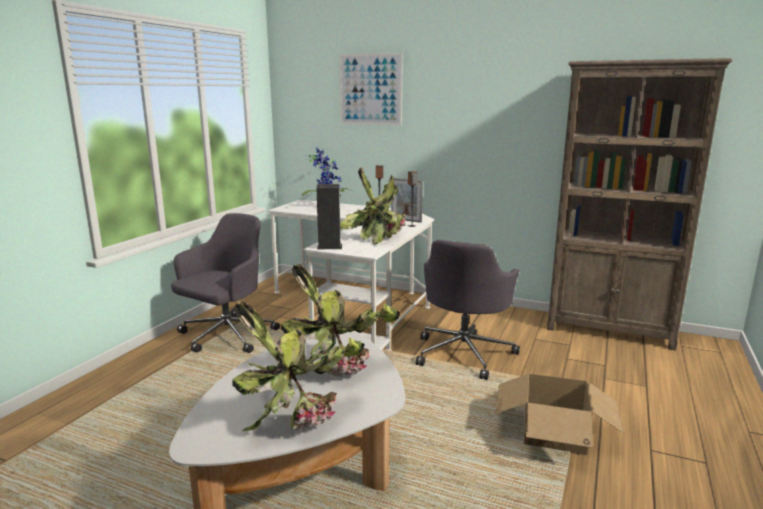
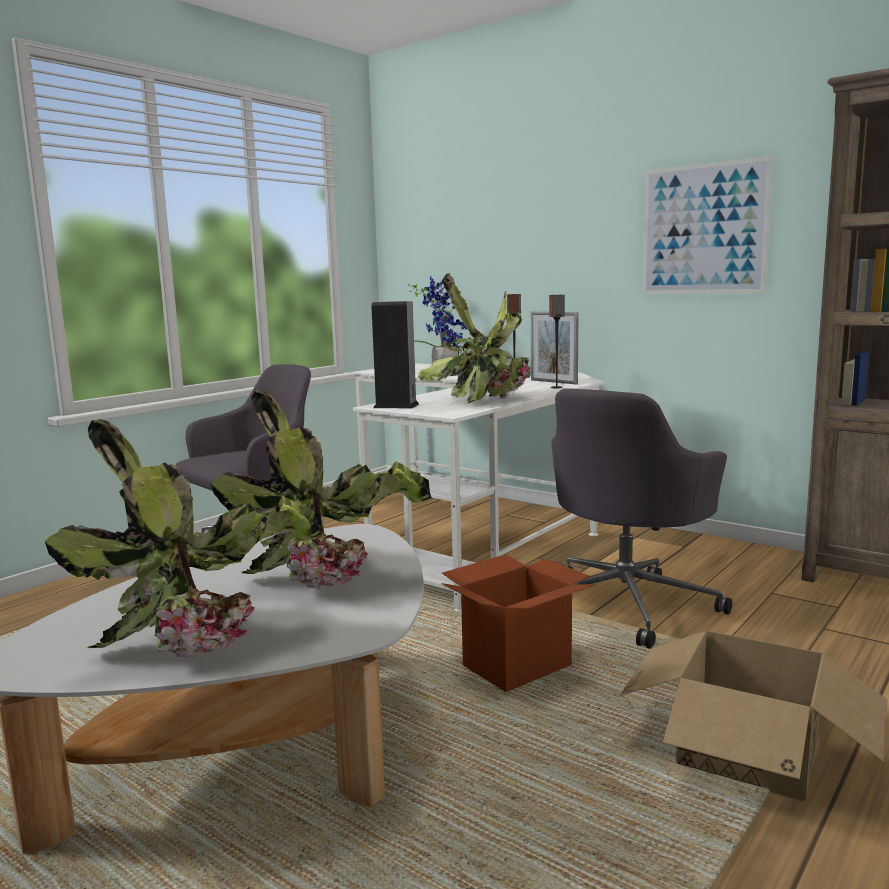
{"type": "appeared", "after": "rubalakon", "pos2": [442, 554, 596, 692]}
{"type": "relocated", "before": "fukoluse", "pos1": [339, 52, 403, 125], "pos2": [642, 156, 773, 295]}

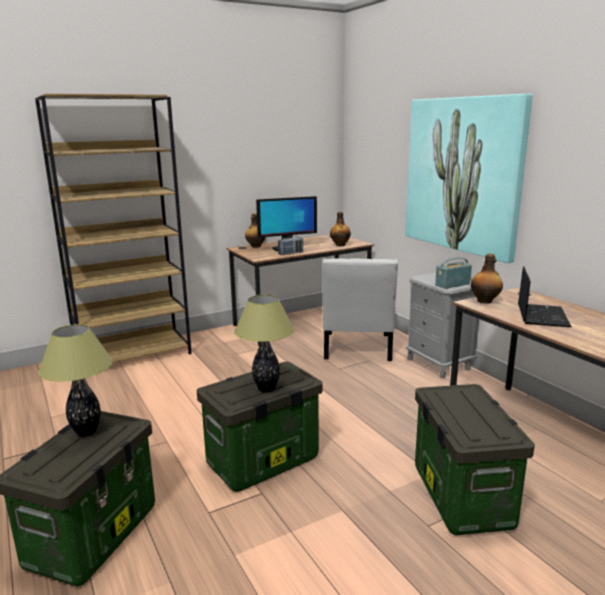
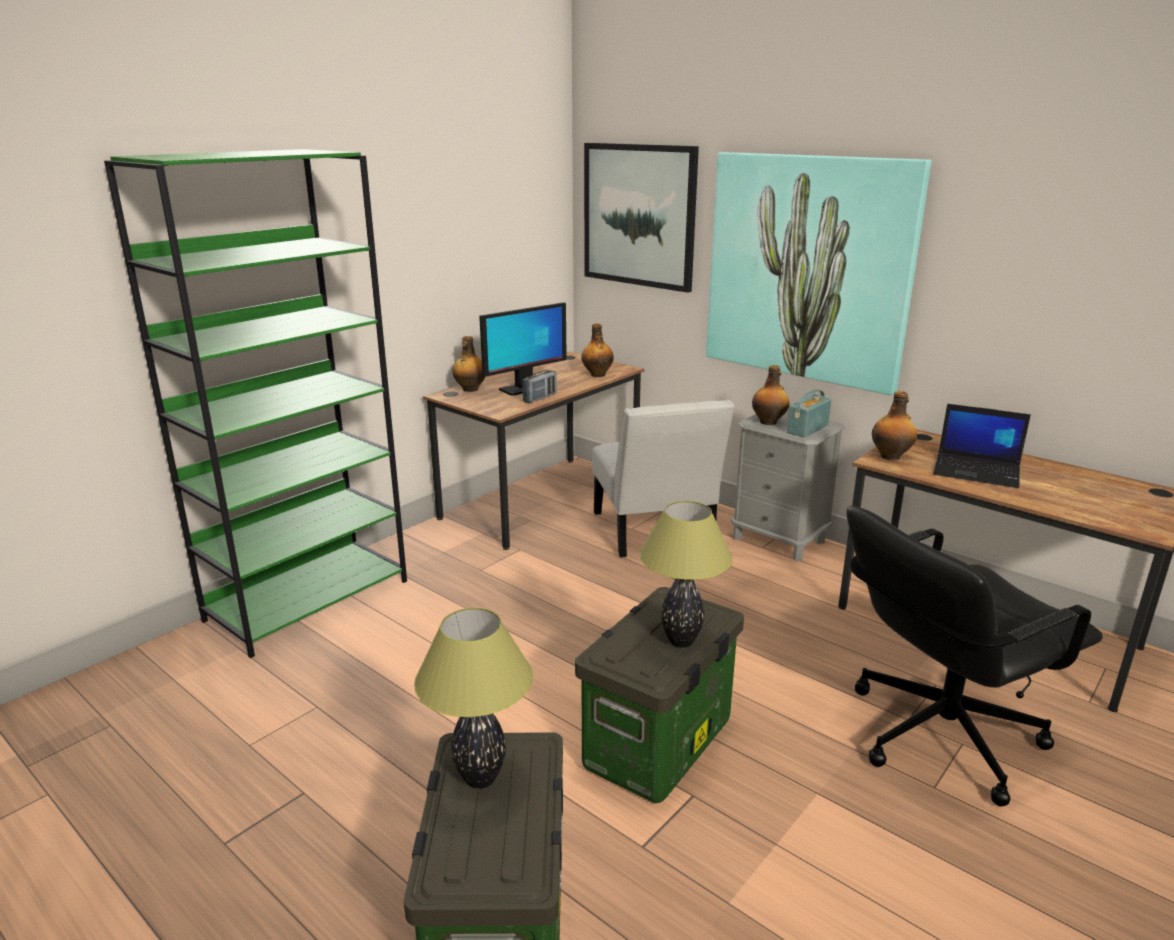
{"type": "colour", "before": "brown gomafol", "after": "green gomafol", "pos1": [35, 94, 192, 363], "pos2": [104, 149, 407, 658]}
{"type": "appeared", "after": "fukoluse", "pos2": [584, 143, 699, 293]}
{"type": "appeared", "after": "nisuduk", "pos2": [752, 365, 789, 425]}
{"type": "exchanged", "before": "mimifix", "after": "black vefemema", "pos1": [415, 384, 535, 535], "pos2": [847, 506, 1103, 806]}
{"type": "spun", "before": "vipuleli", "pos1": [518, 266, 572, 327], "pos2": [933, 404, 1031, 488], "turn": 120}

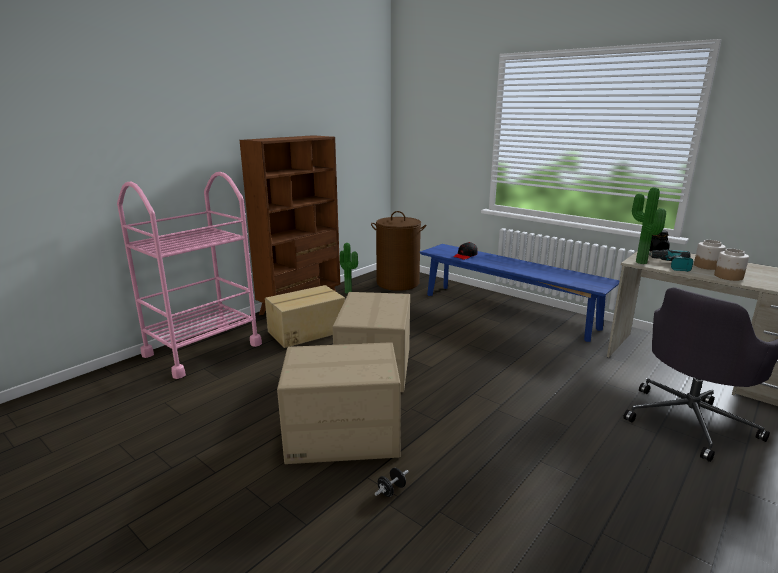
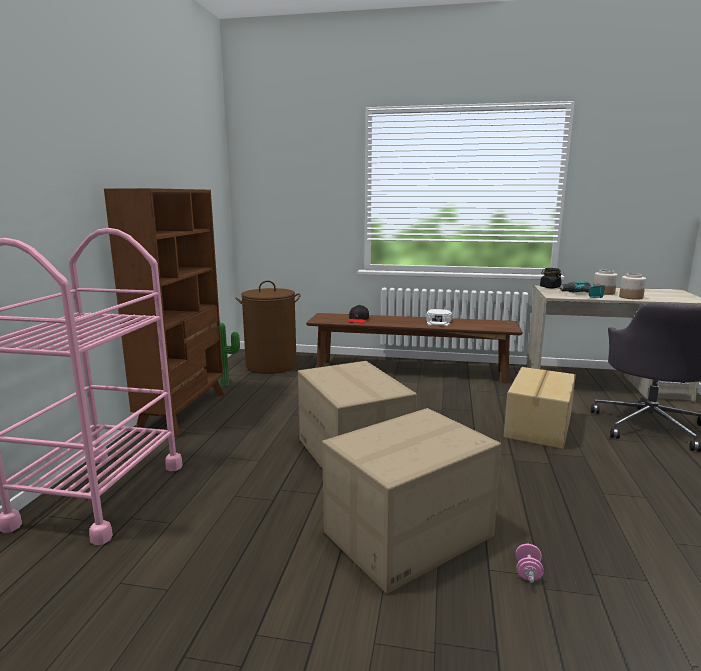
{"type": "colour", "before": "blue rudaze", "after": "brown rudaze", "pos1": [420, 244, 620, 342], "pos2": [306, 313, 523, 383]}
{"type": "appeared", "after": "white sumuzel", "pos2": [426, 309, 452, 326]}
{"type": "relocated", "before": "rubalakon", "pos1": [265, 285, 345, 348], "pos2": [504, 367, 576, 449]}
{"type": "colour", "before": "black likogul", "after": "pink likogul", "pos1": [375, 468, 408, 497], "pos2": [515, 543, 544, 583]}
{"type": "missing", "before": "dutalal", "pos1": [632, 187, 666, 264]}

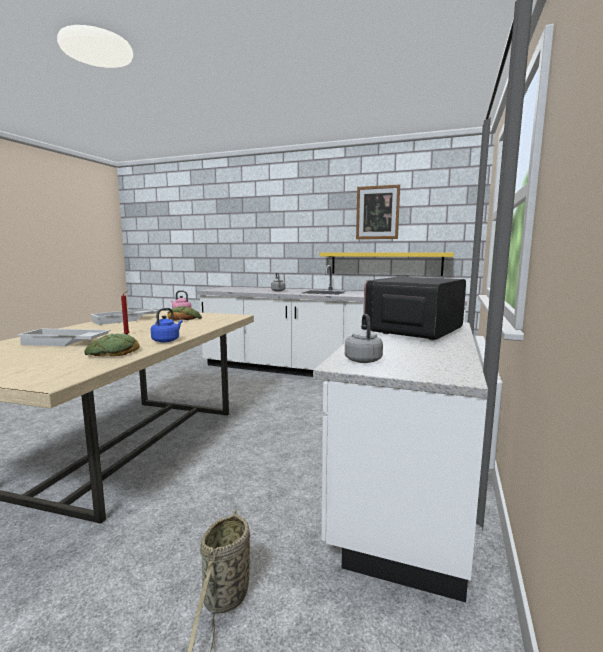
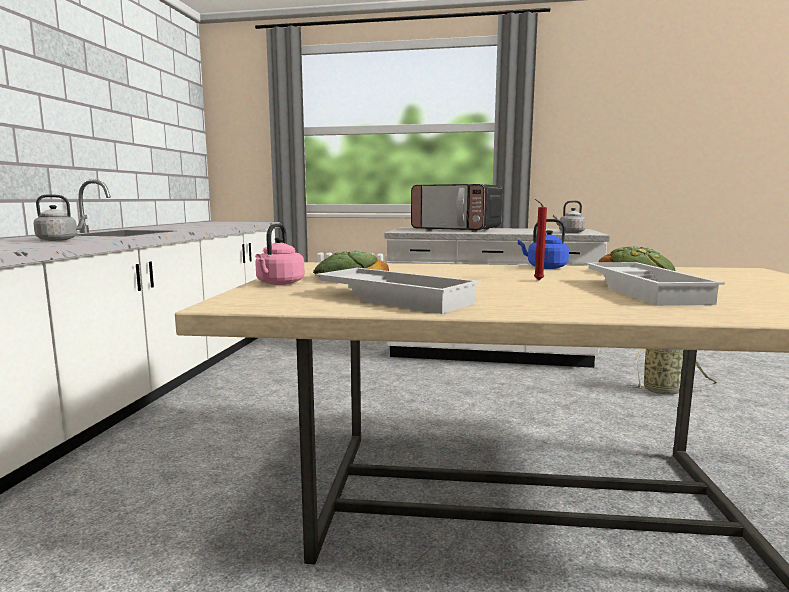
{"type": "missing", "before": "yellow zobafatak", "pos1": [320, 252, 454, 276]}
{"type": "missing", "before": "fukoluse", "pos1": [356, 185, 400, 239]}

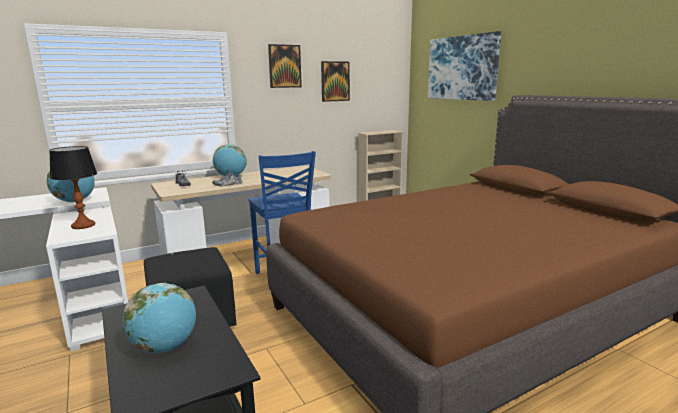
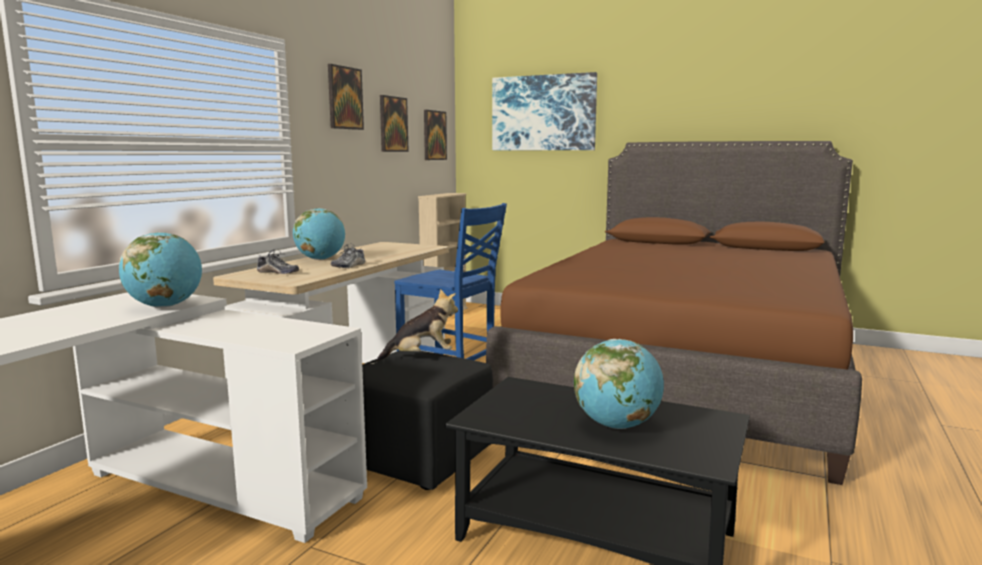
{"type": "appeared", "after": "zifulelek", "pos2": [376, 289, 458, 362]}
{"type": "appeared", "after": "fukoluse", "pos2": [424, 110, 447, 160]}
{"type": "missing", "before": "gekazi", "pos1": [49, 146, 97, 229]}

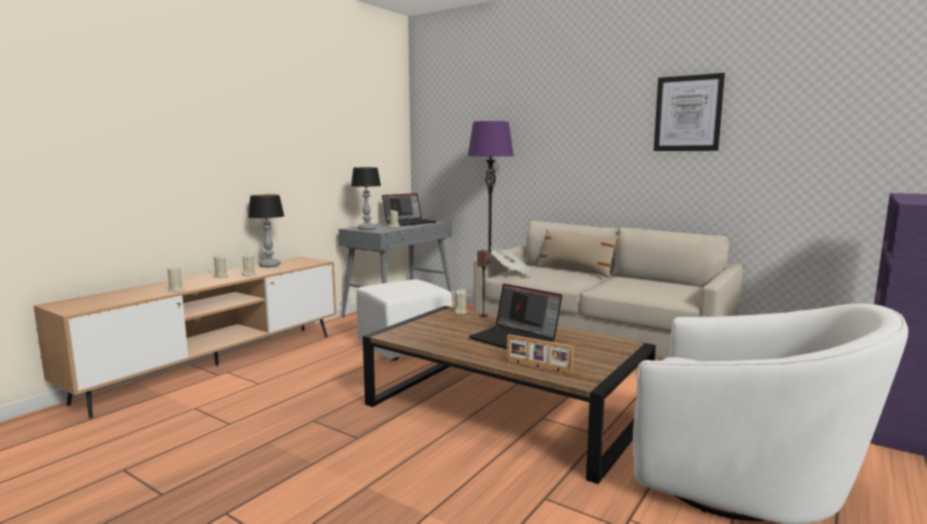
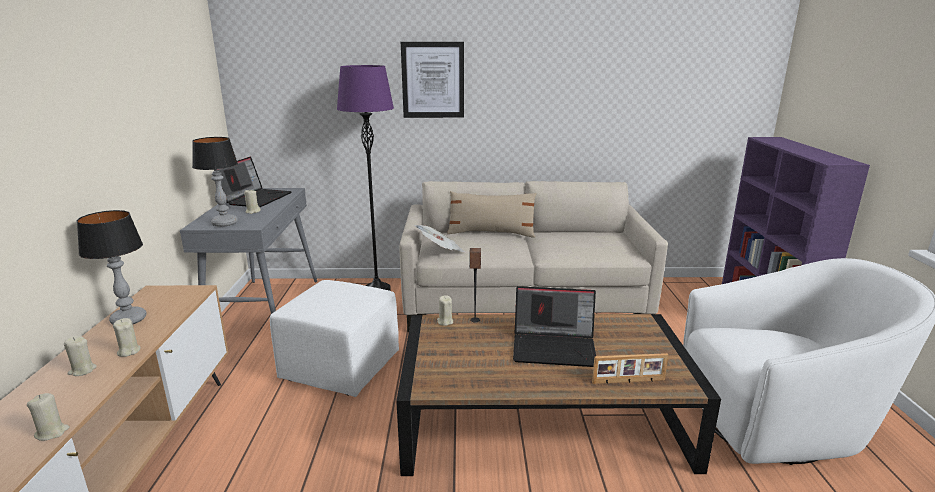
{"type": "relocated", "before": "fukoluse", "pos1": [654, 73, 725, 151], "pos2": [401, 42, 464, 118]}

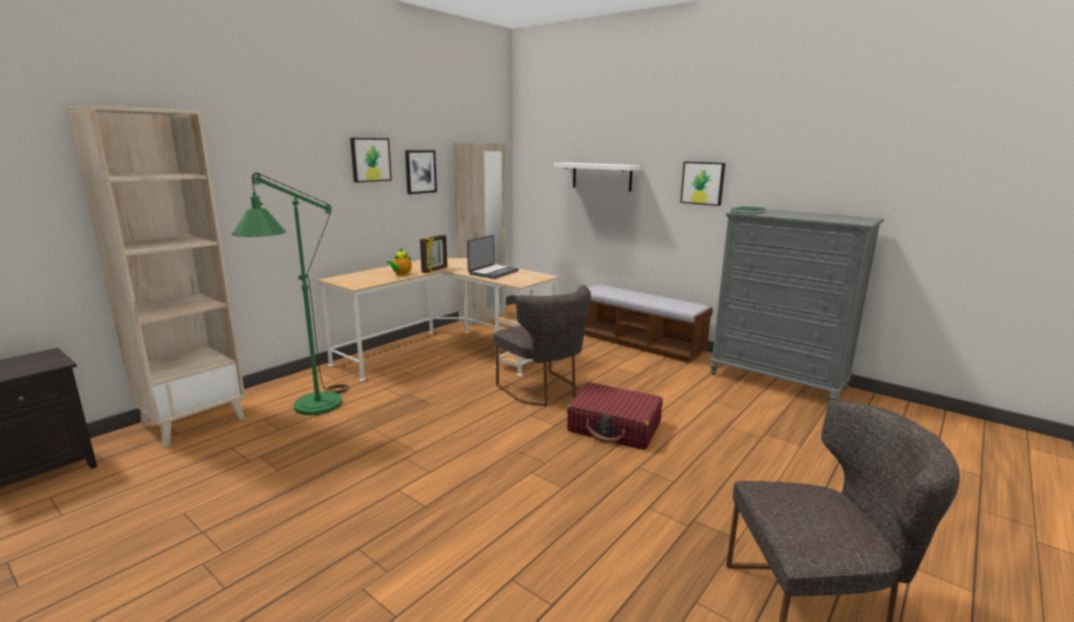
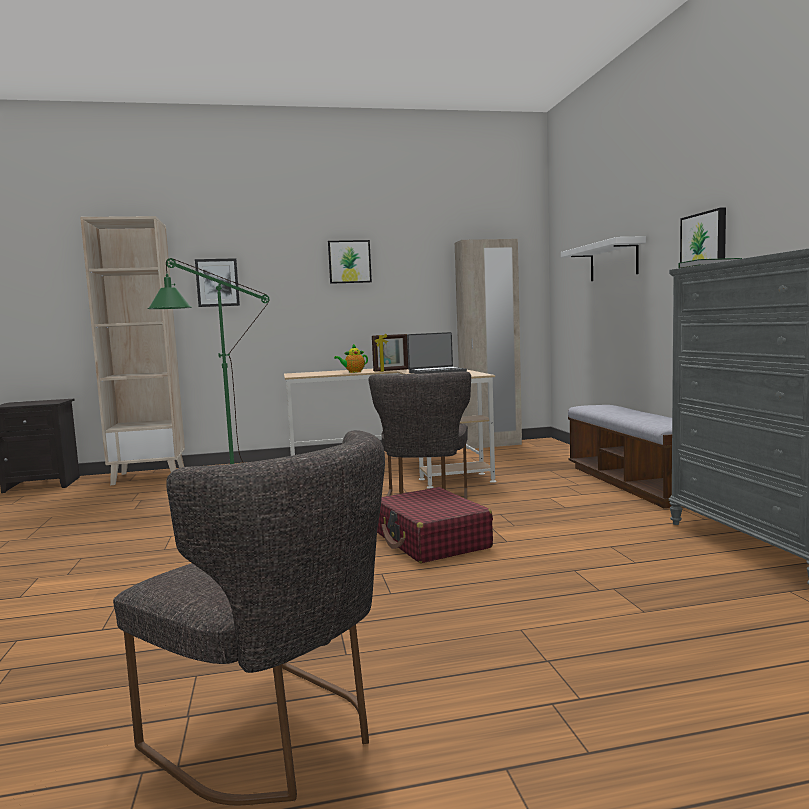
{"type": "relocated", "before": "fukoluse", "pos1": [405, 150, 437, 194], "pos2": [195, 258, 240, 307]}

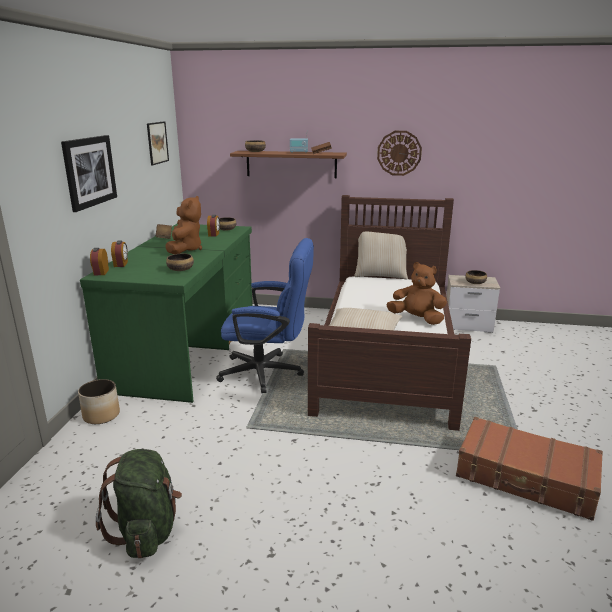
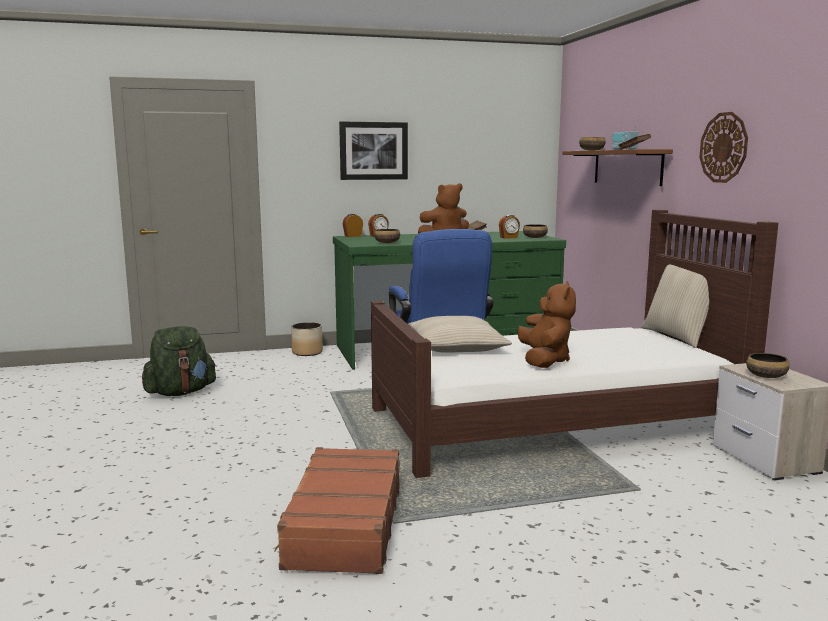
{"type": "missing", "before": "fukoluse", "pos1": [147, 122, 169, 166]}

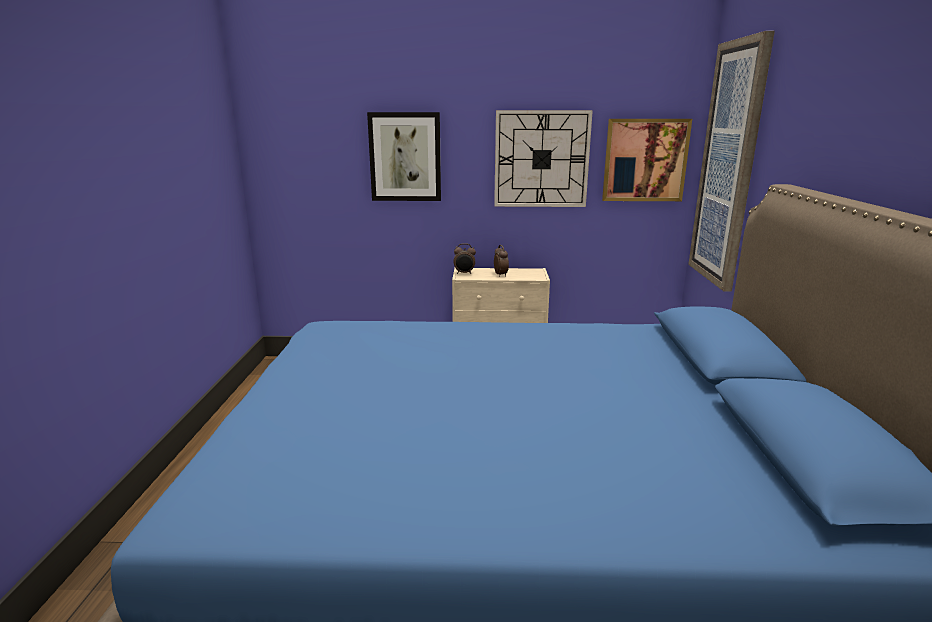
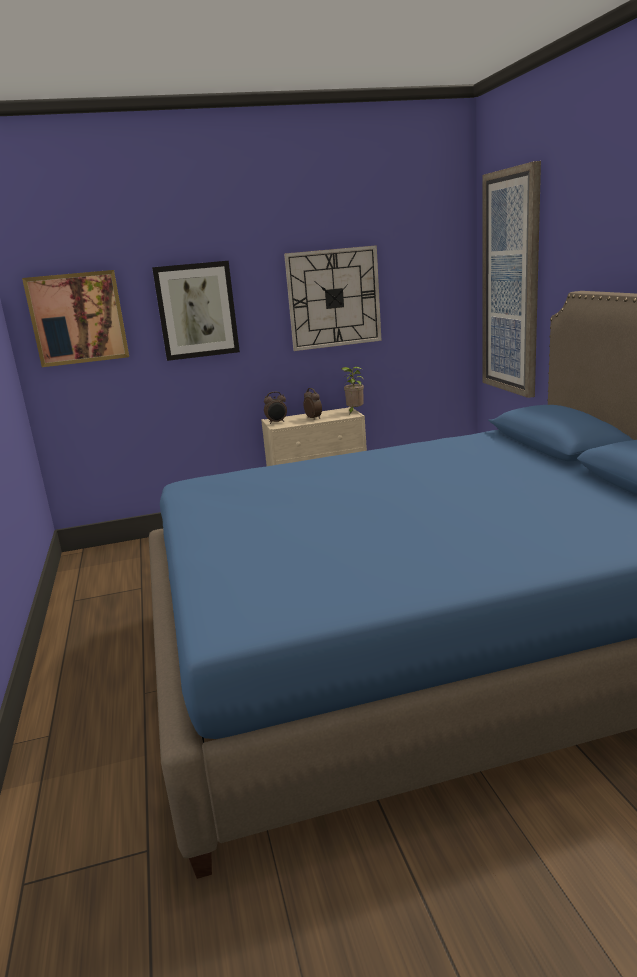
{"type": "relocated", "before": "fukoluse", "pos1": [602, 119, 692, 201], "pos2": [22, 270, 129, 367]}
{"type": "appeared", "after": "dutalal", "pos2": [342, 367, 364, 414]}

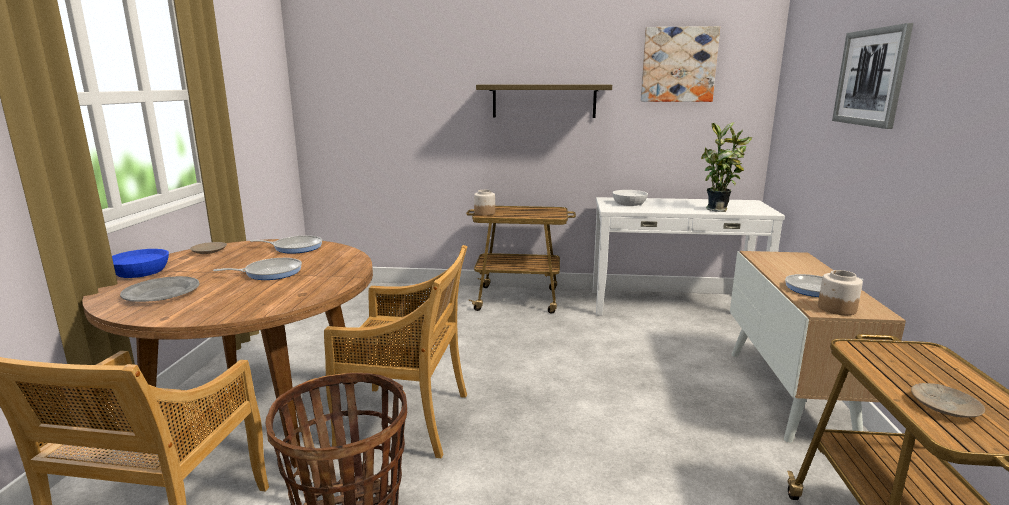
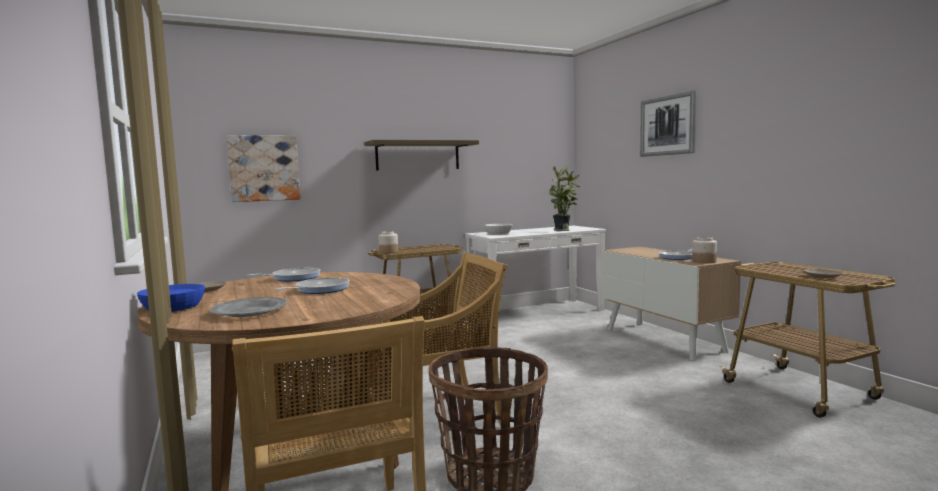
{"type": "relocated", "before": "fukoluse", "pos1": [641, 26, 720, 102], "pos2": [227, 135, 300, 202]}

